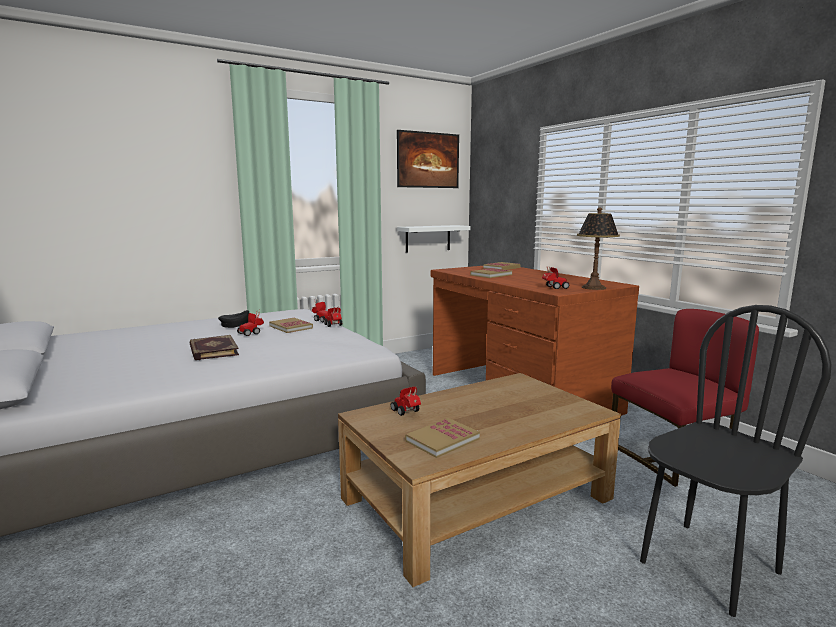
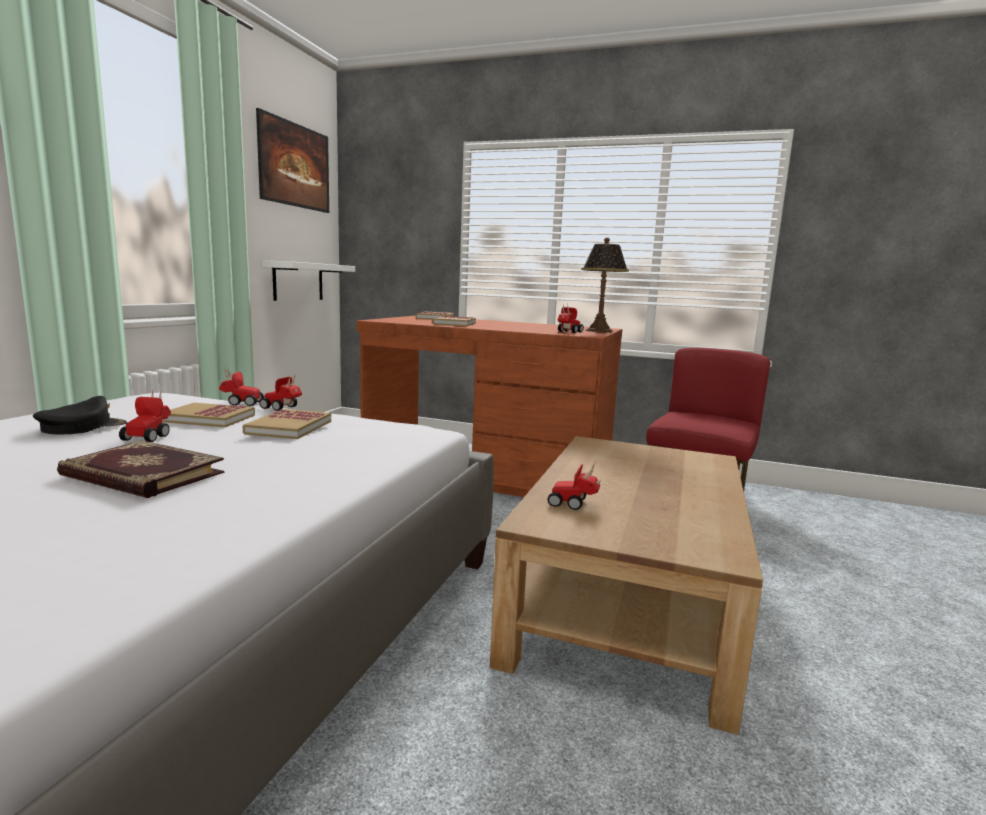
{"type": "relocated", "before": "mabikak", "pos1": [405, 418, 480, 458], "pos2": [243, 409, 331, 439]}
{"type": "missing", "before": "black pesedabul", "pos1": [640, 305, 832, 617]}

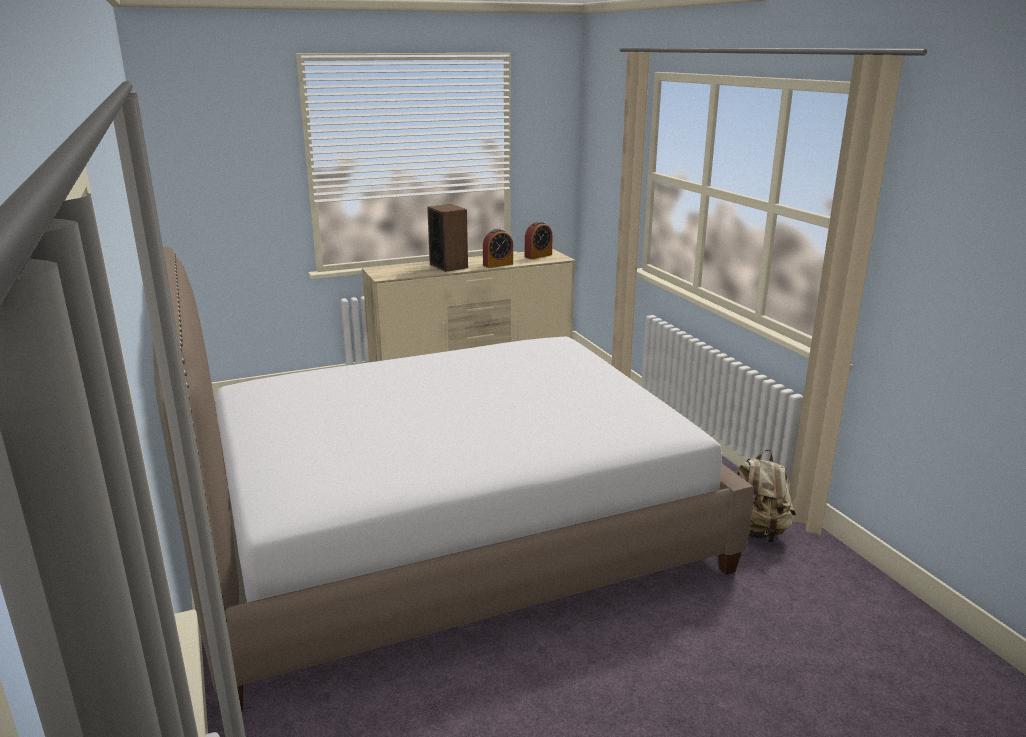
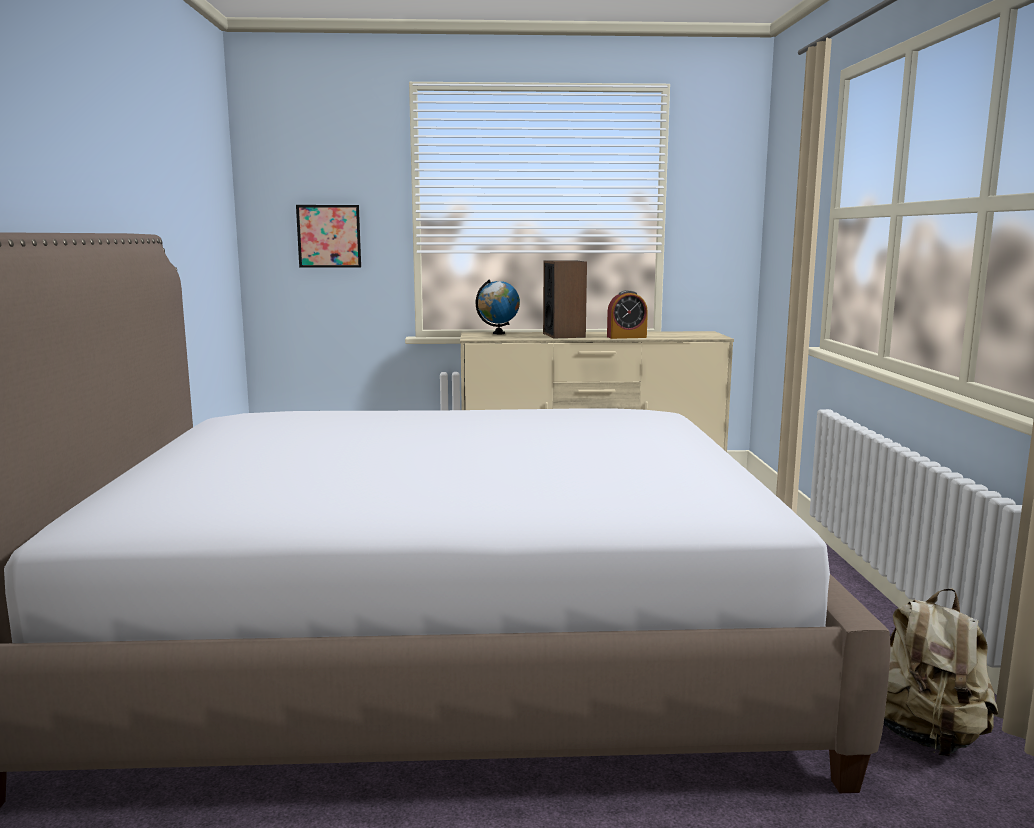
{"type": "appeared", "after": "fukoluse", "pos2": [296, 205, 361, 268]}
{"type": "appeared", "after": "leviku", "pos2": [476, 279, 520, 334]}
{"type": "missing", "before": "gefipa", "pos1": [525, 221, 552, 259]}

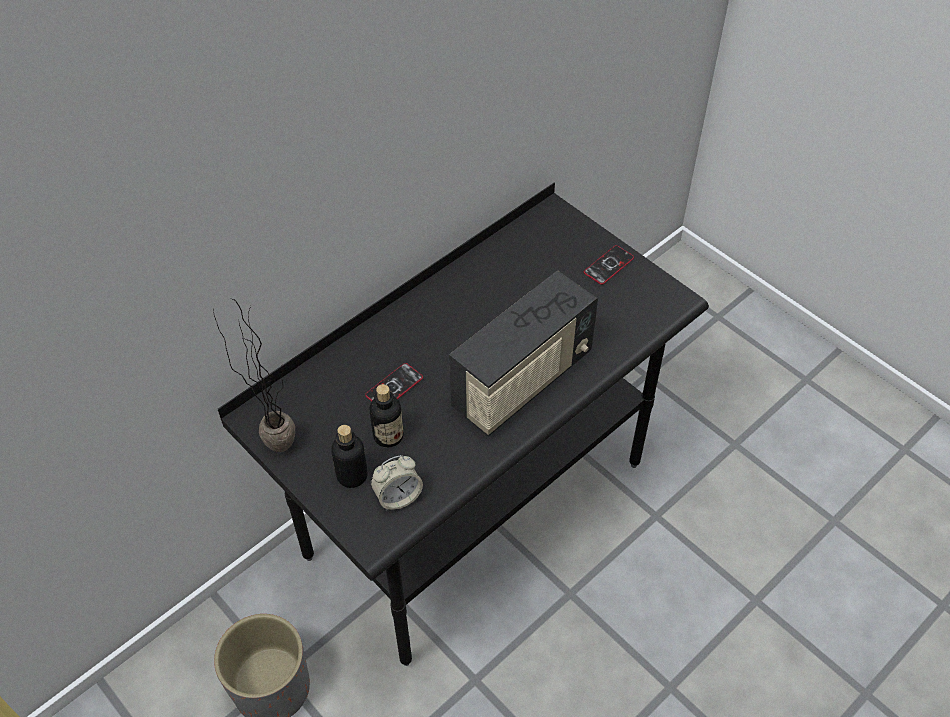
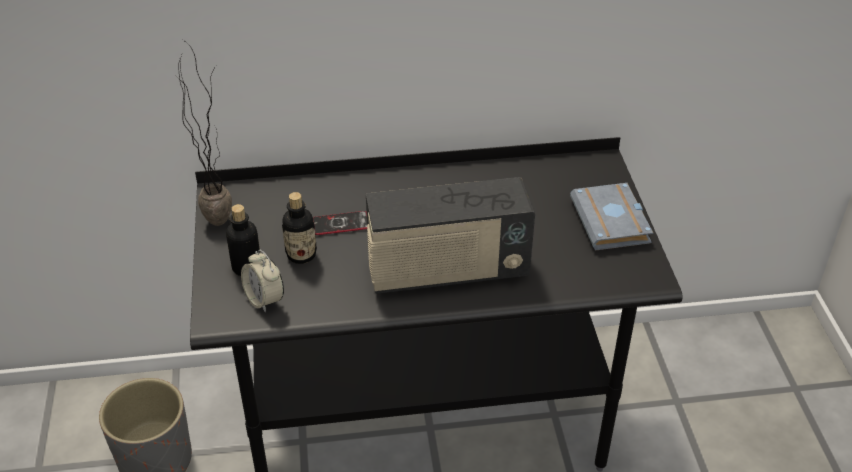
{"type": "spun", "before": "gefipa", "pos1": [371, 455, 423, 510], "pos2": [241, 250, 284, 313], "turn": 45}
{"type": "exchanged", "before": "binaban", "after": "grey mabikak", "pos1": [584, 245, 634, 285], "pos2": [570, 183, 653, 250]}

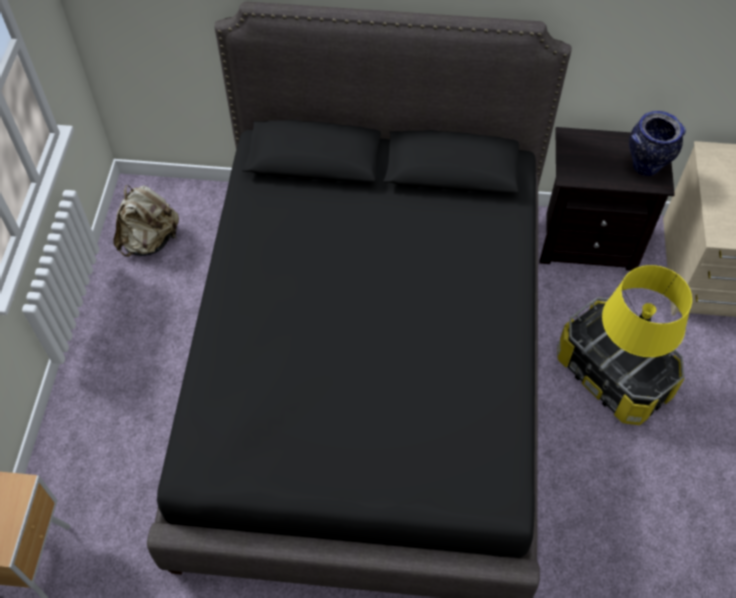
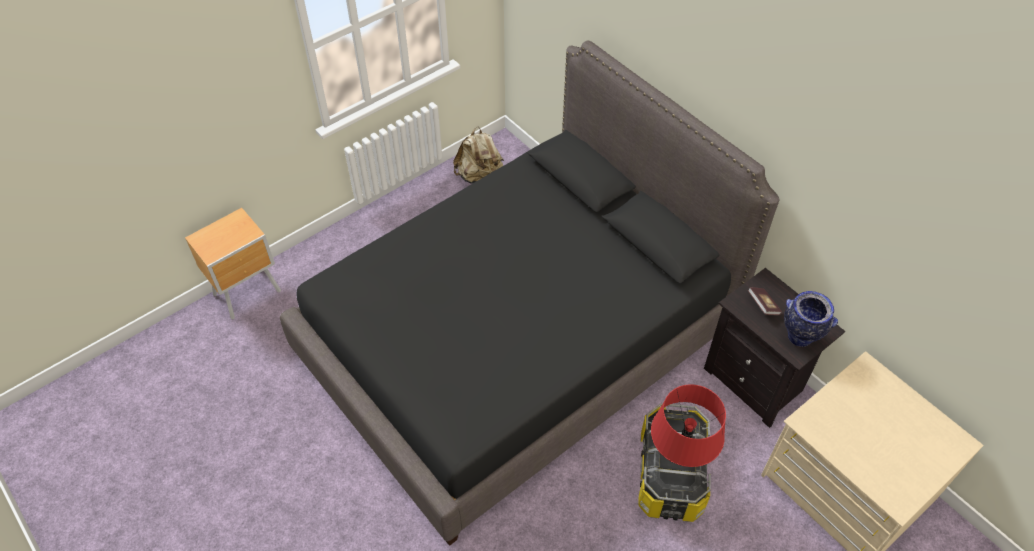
{"type": "colour", "before": "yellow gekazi", "after": "red gekazi", "pos1": [602, 265, 692, 357], "pos2": [651, 384, 726, 467]}
{"type": "appeared", "after": "mabikak", "pos2": [748, 287, 782, 315]}

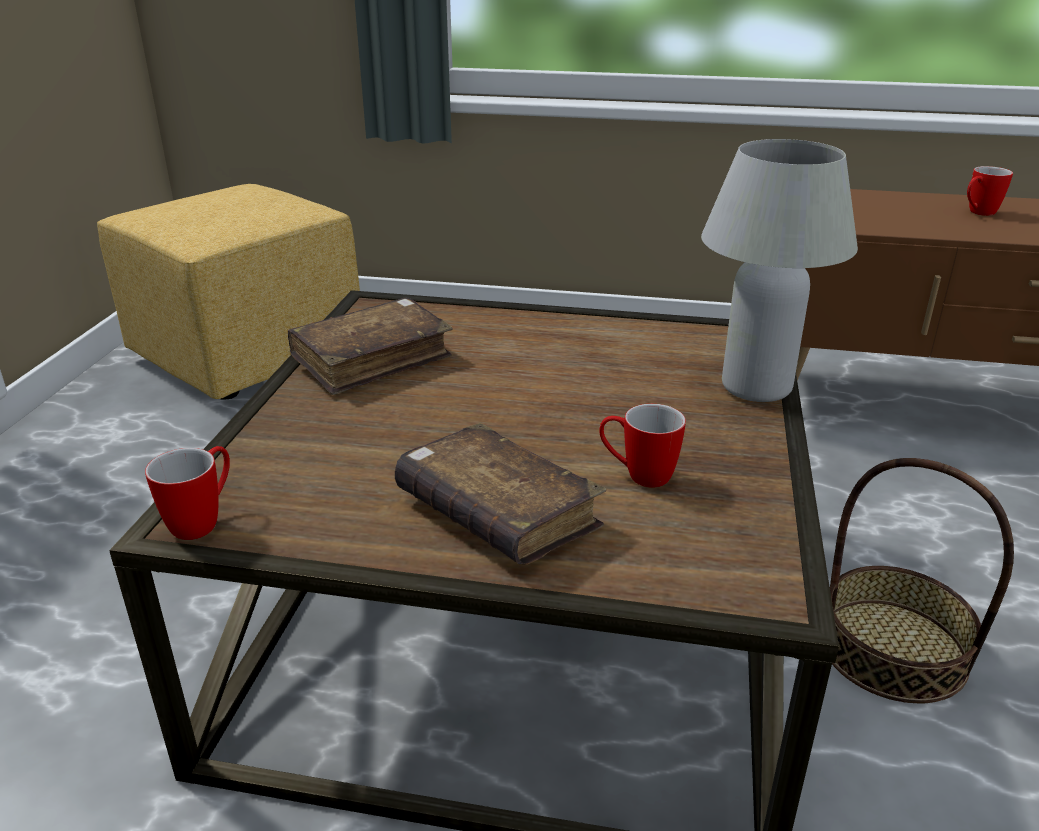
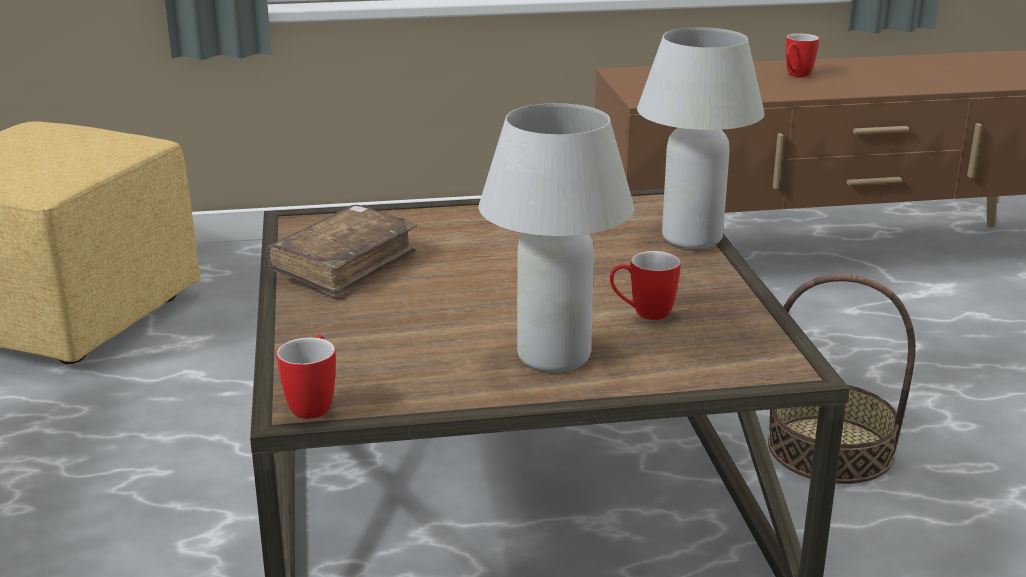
{"type": "exchanged", "before": "brown mabikak", "after": "white gekazi", "pos1": [395, 423, 606, 565], "pos2": [479, 103, 634, 372]}

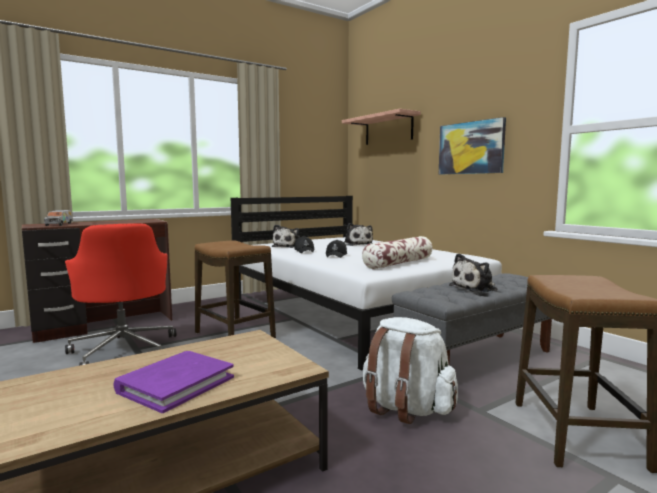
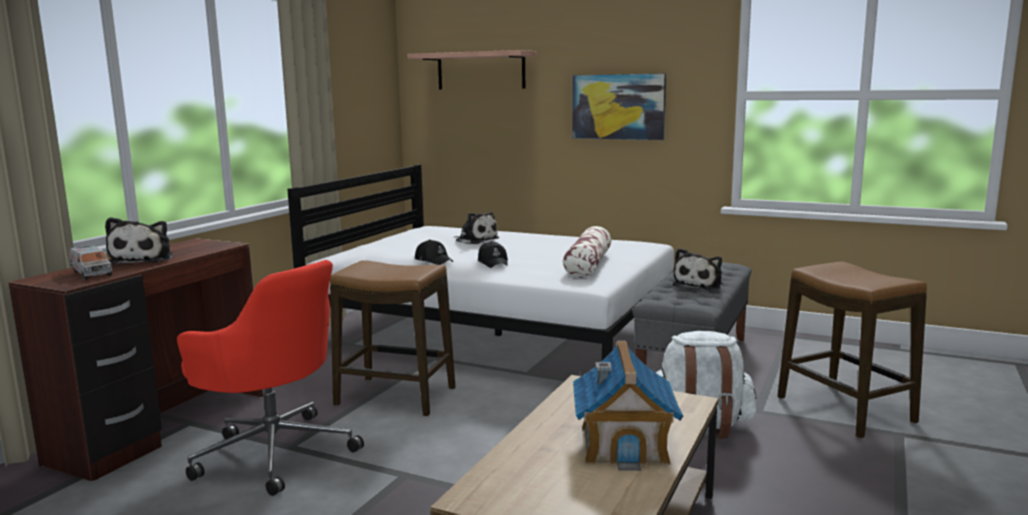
{"type": "relocated", "before": "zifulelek", "pos1": [272, 224, 300, 248], "pos2": [105, 217, 173, 264]}
{"type": "exchanged", "before": "purple mabikak", "after": "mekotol", "pos1": [114, 351, 234, 413], "pos2": [573, 341, 683, 471]}

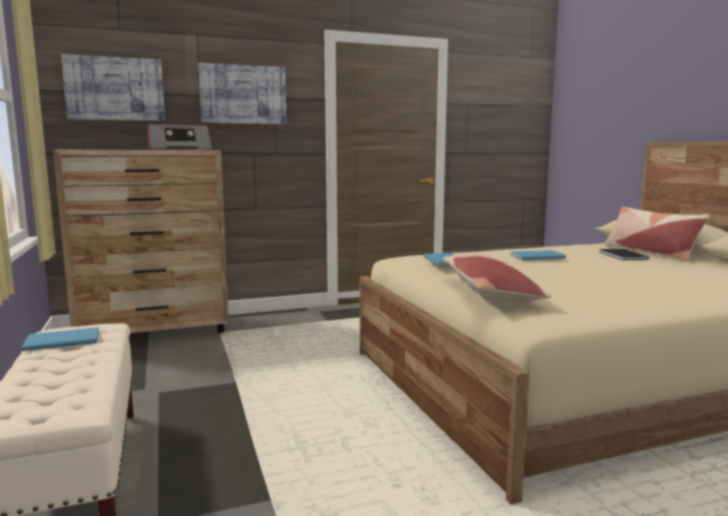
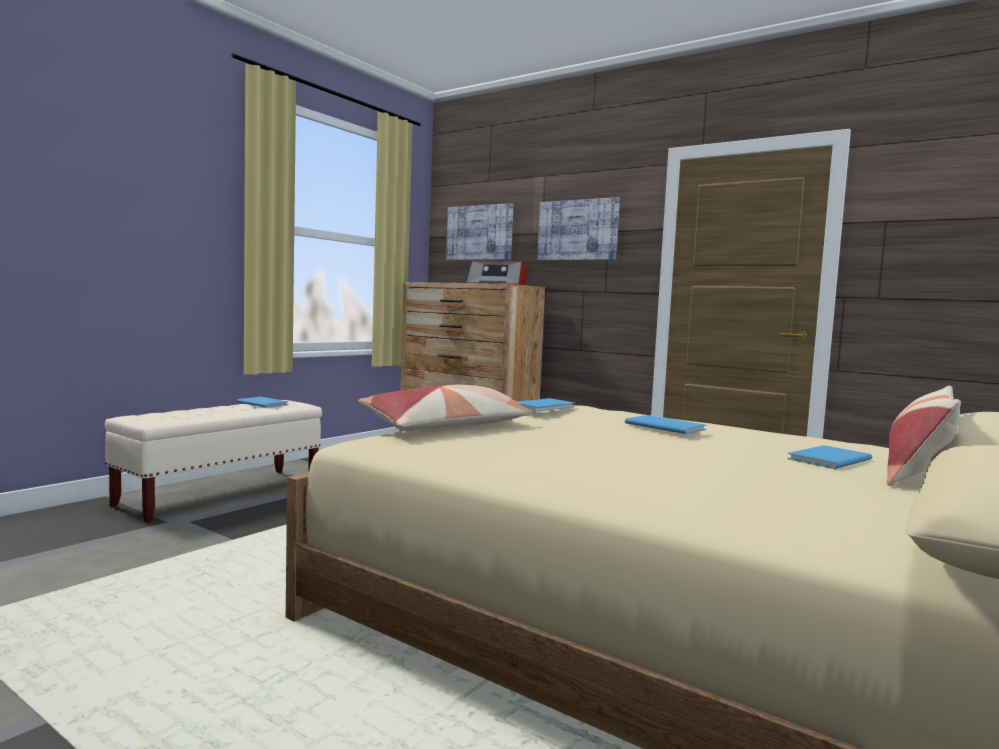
{"type": "colour", "before": "black mabikak", "after": "blue mabikak", "pos1": [600, 249, 649, 260], "pos2": [787, 445, 872, 469]}

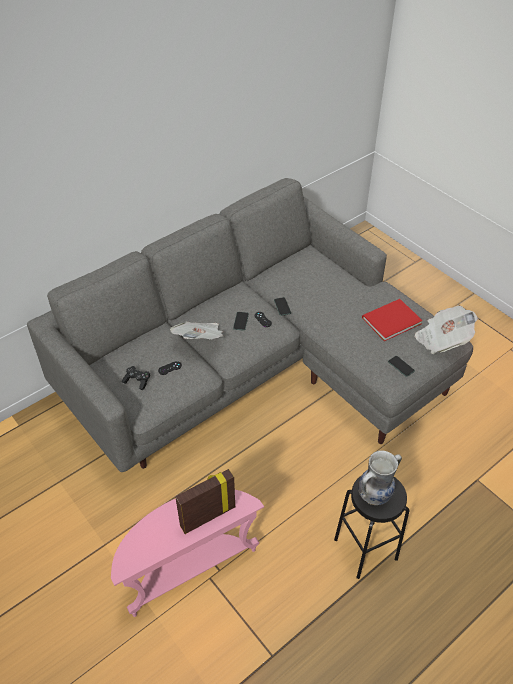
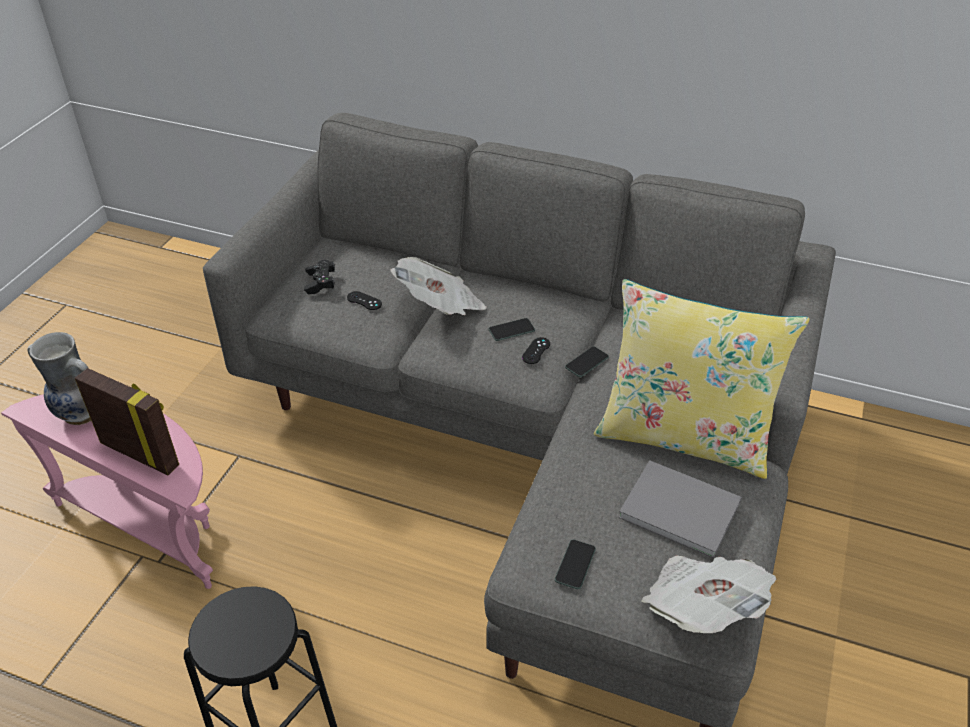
{"type": "relocated", "before": "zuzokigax", "pos1": [358, 450, 402, 505], "pos2": [27, 332, 91, 425]}
{"type": "appeared", "after": "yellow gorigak", "pos2": [594, 279, 810, 479]}
{"type": "colour", "before": "red mabikak", "after": "grey mabikak", "pos1": [362, 299, 423, 341], "pos2": [619, 460, 742, 558]}

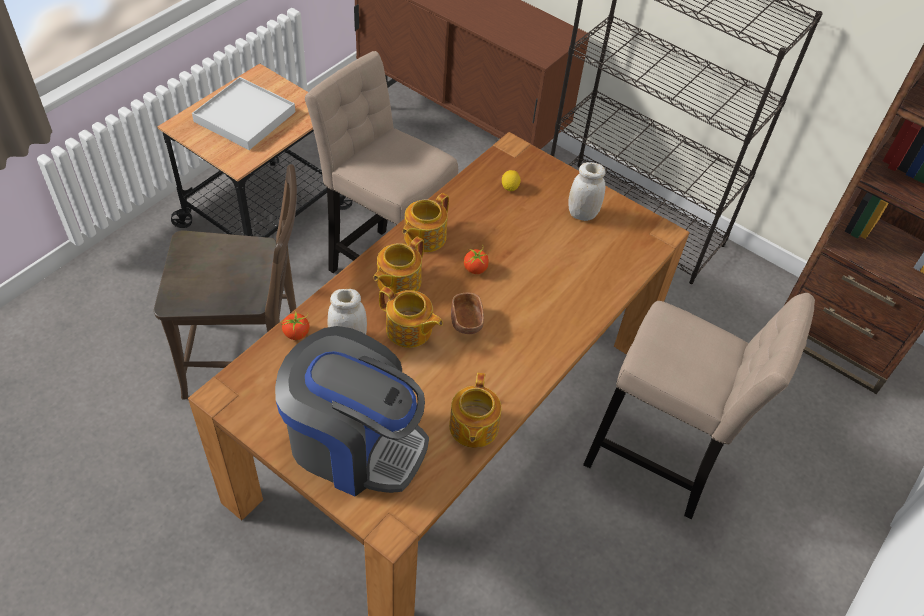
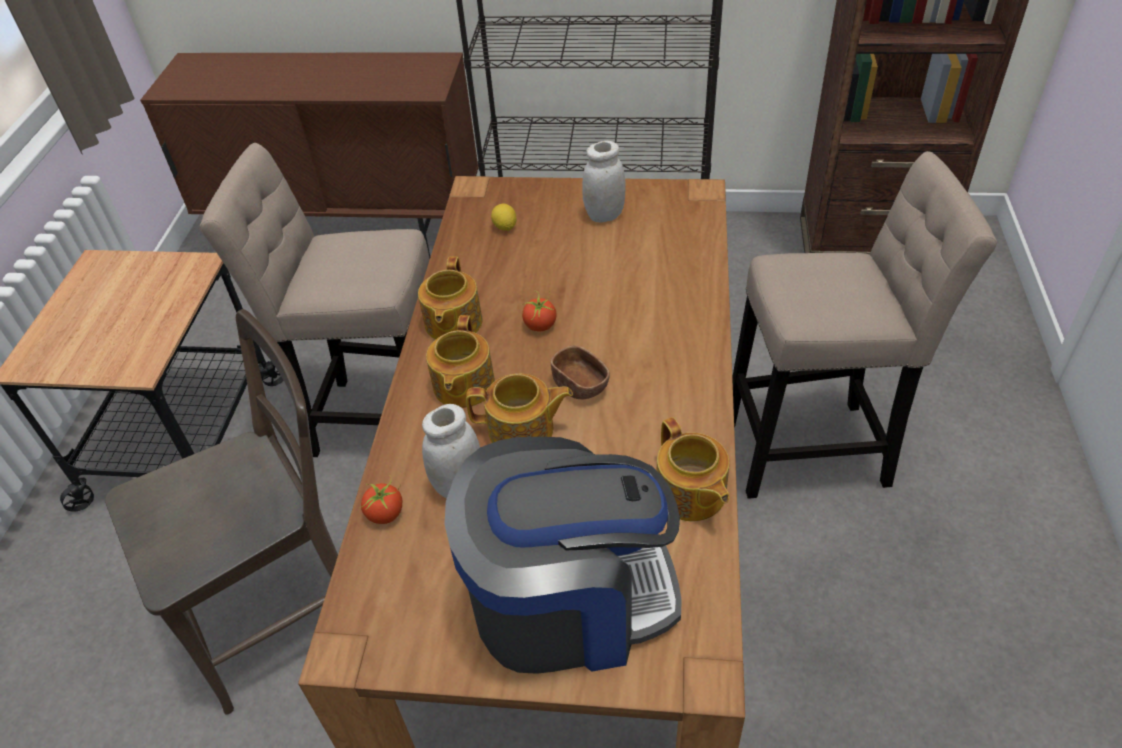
{"type": "missing", "before": "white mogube", "pos1": [192, 77, 295, 150]}

